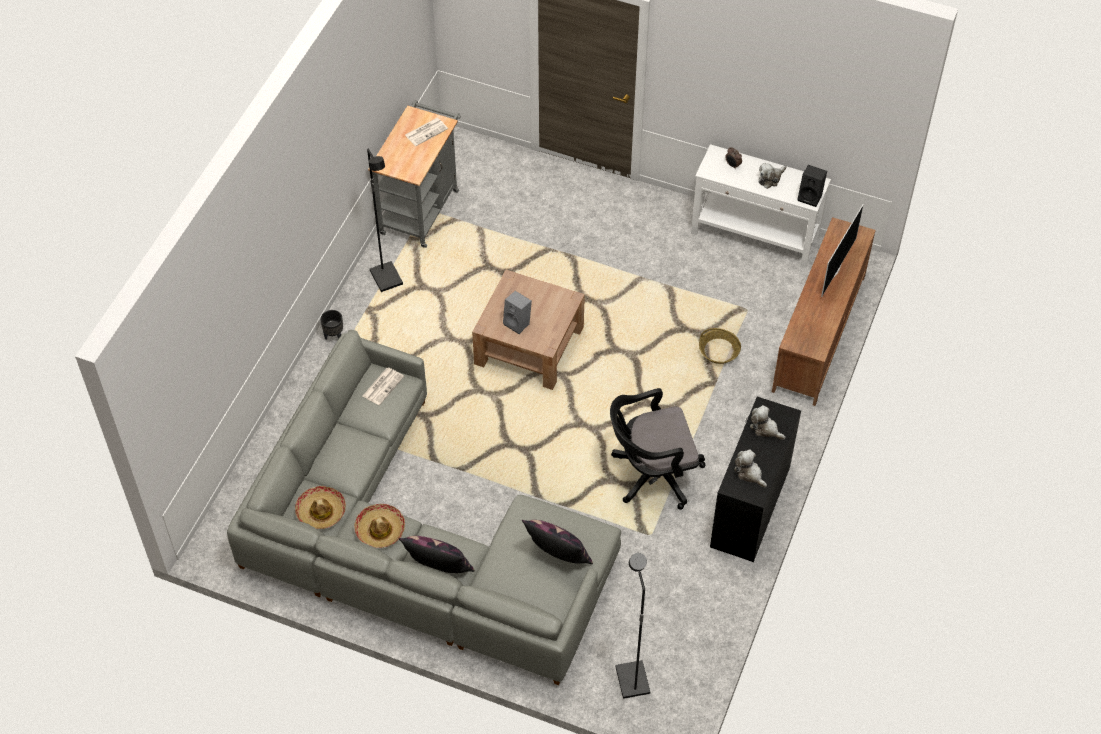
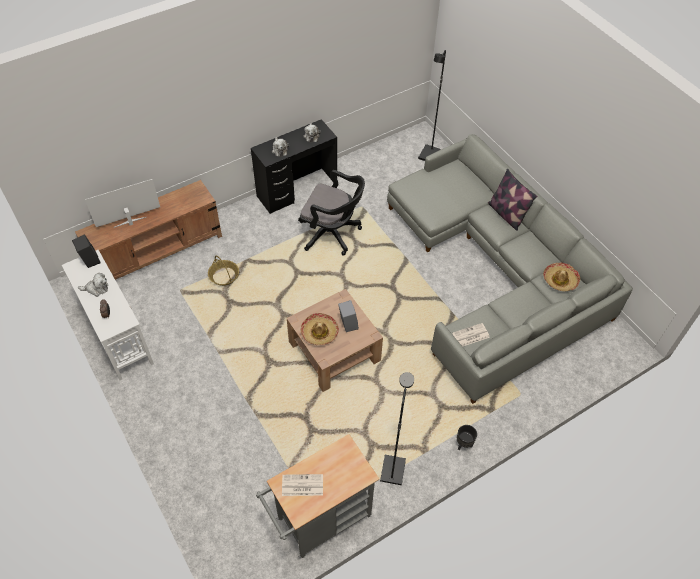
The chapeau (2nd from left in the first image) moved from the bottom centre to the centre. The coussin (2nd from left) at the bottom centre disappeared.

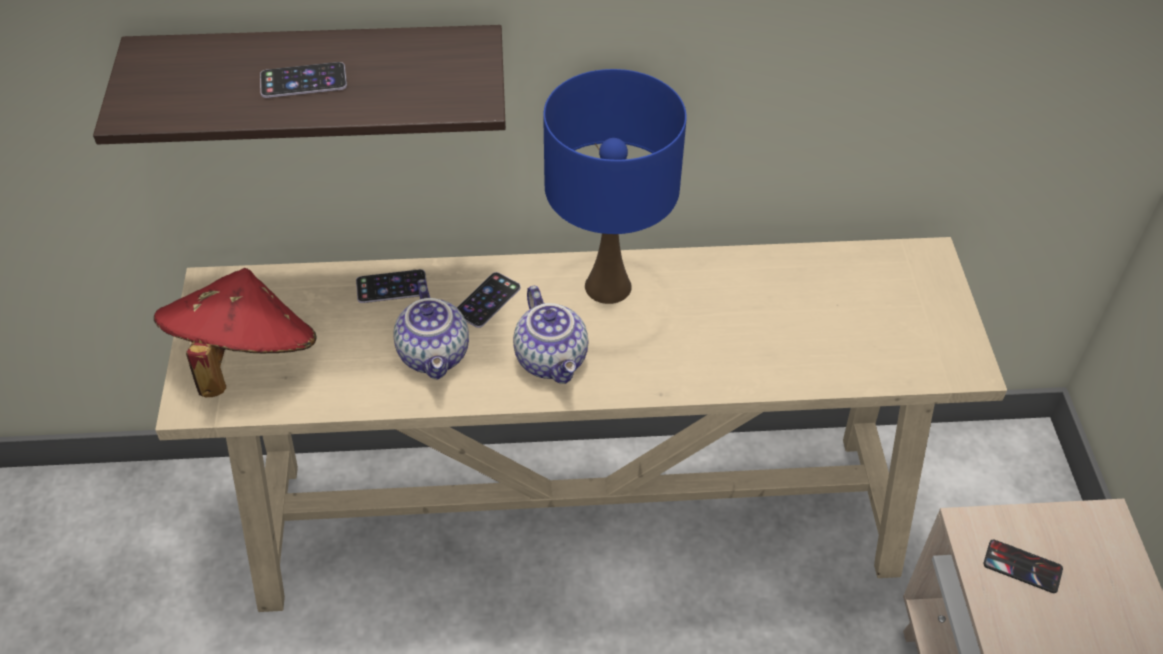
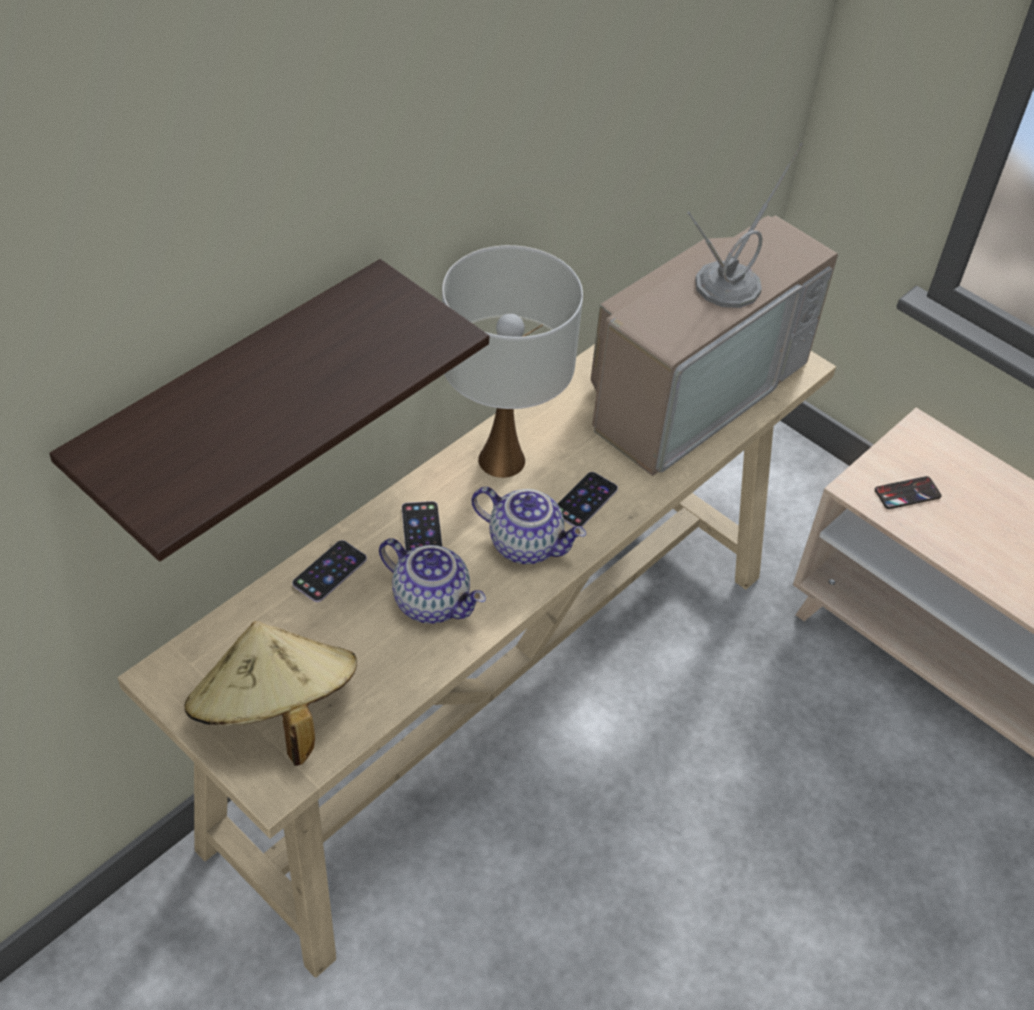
The chapeau (rouge) at the middle left became the chapeau (beige) at the bottom left. The lampe de table (bleu) at the top centre became the lampe de table (blanc) at the centre. The téléphone (1st from left in the first image) moved from the top left to the centre. The téléviseur at the top right appeared.

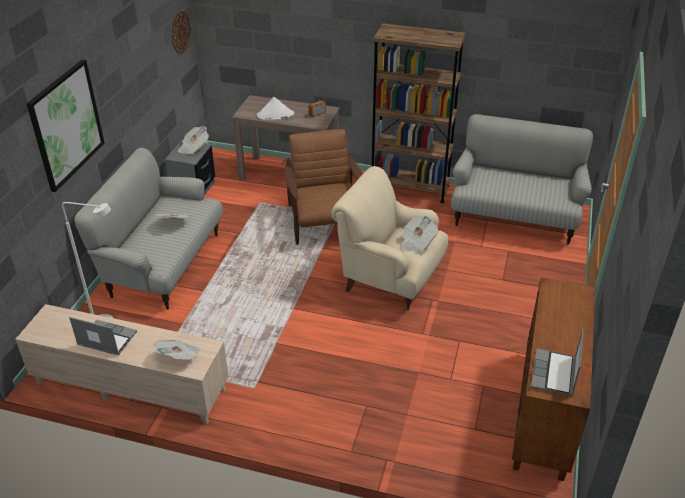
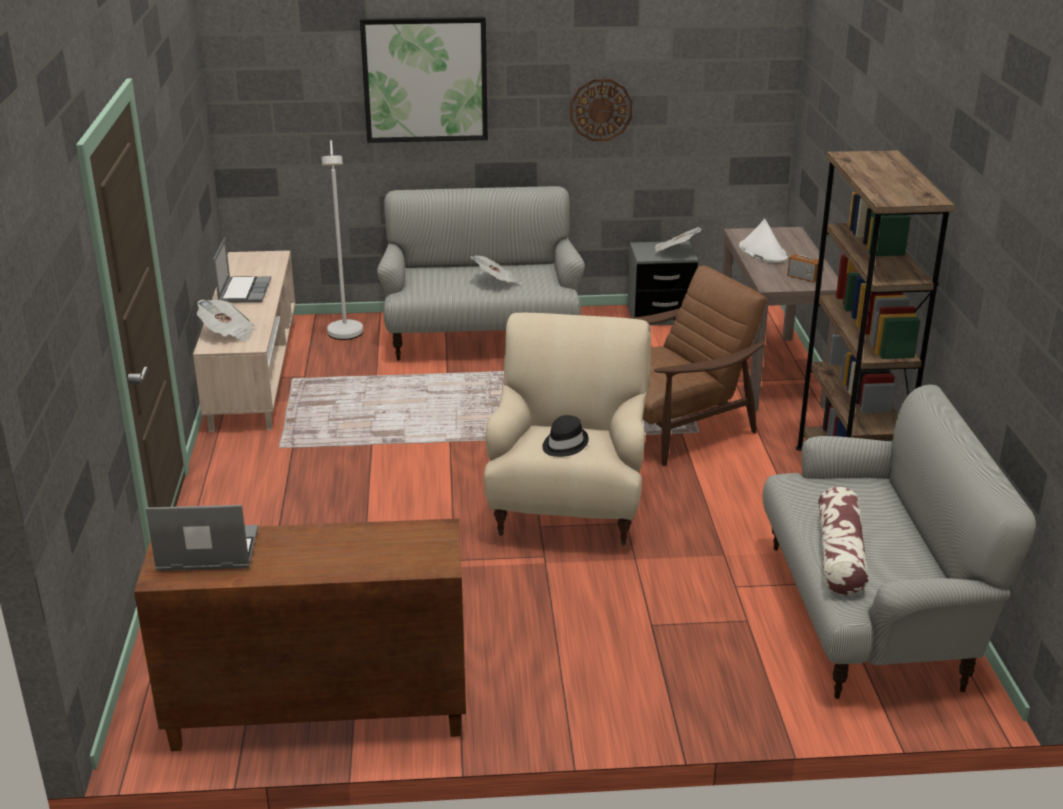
The journal (4th from left) at the centre was replaced by the chapeau (noir) at the centre. The horloge murale moved from the top left to the top centre. The coussin at the bottom right appeared.

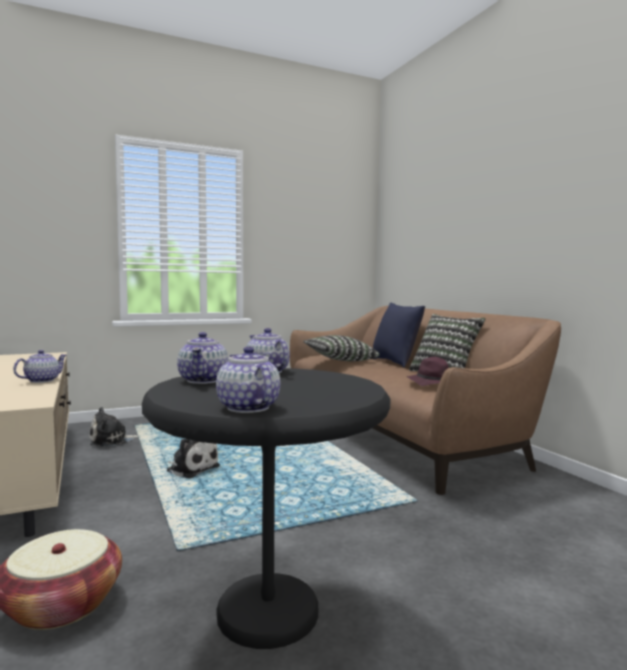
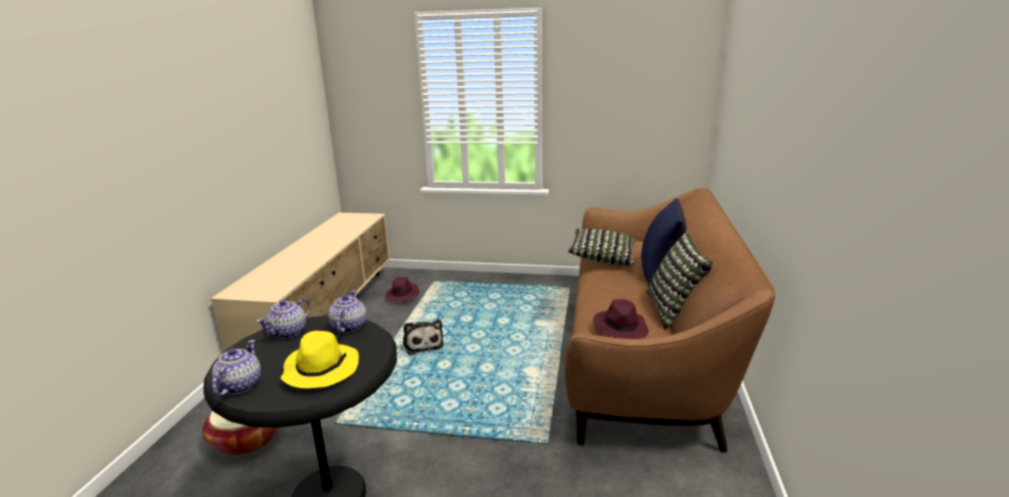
The chapeau (jaune) at the bottom left appeared. The peluche (1st from left) at the middle left was replaced by the chapeau (violet) (1st from left) at the centre. The théière (1st from left) at the middle left disappeared.

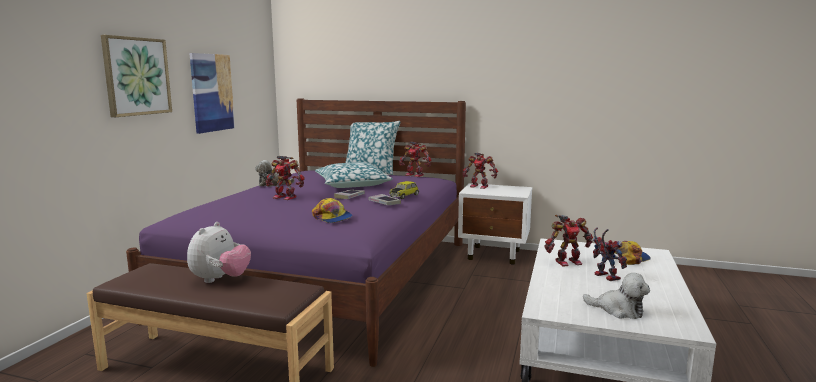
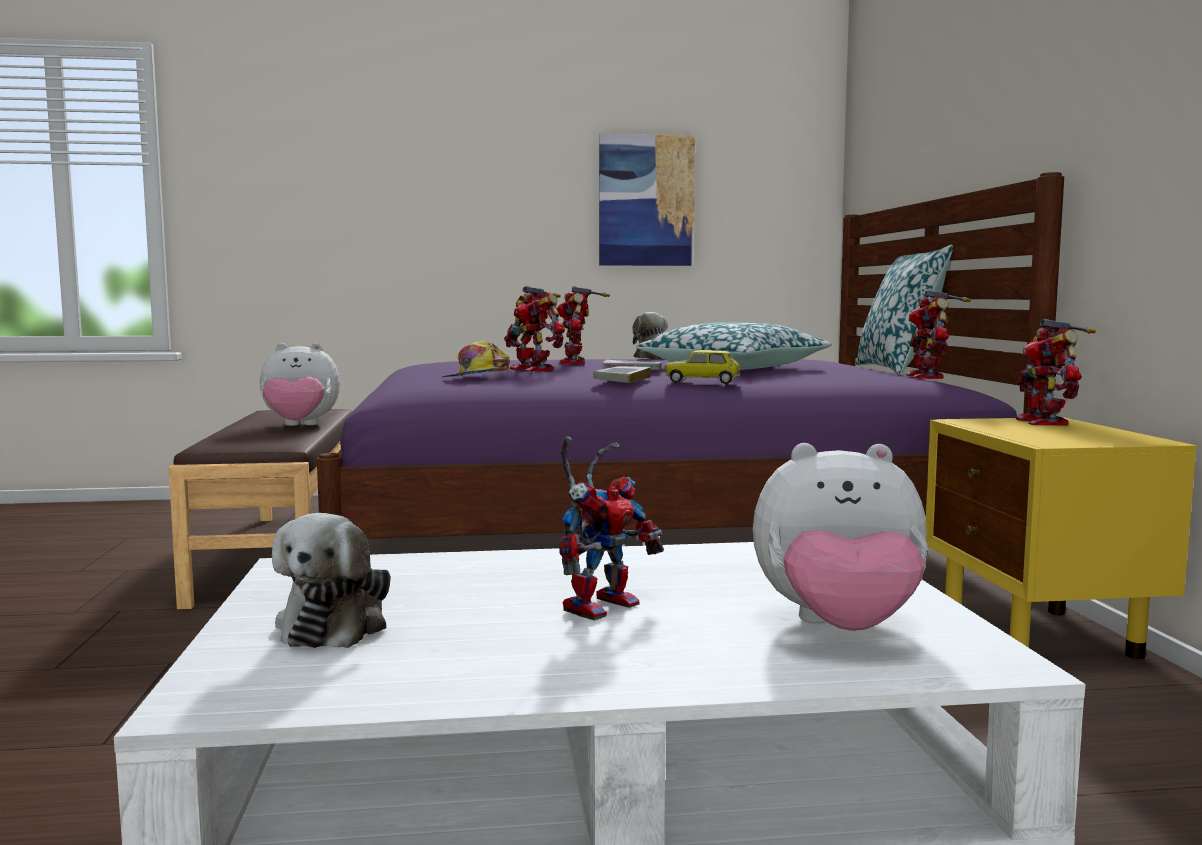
The robot jouet (4th from left in the first image) moved from the middle right to the centre. The casquette (2nd from left) at the middle right was replaced by the peluche (4th from left) at the middle right. The table de chevet (blanc) at the centre became the table de chevet (jaune) at the middle right. The tableau (1st from left) at the top left disappeared.

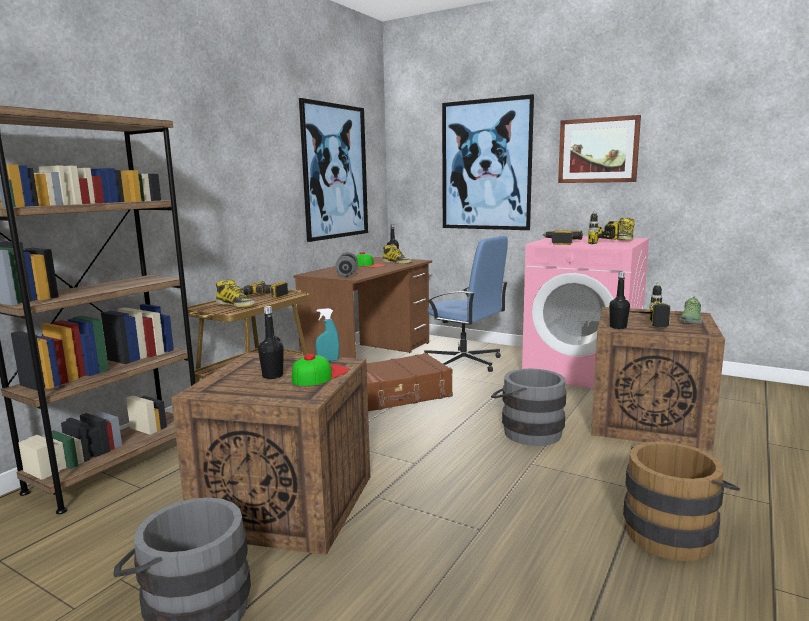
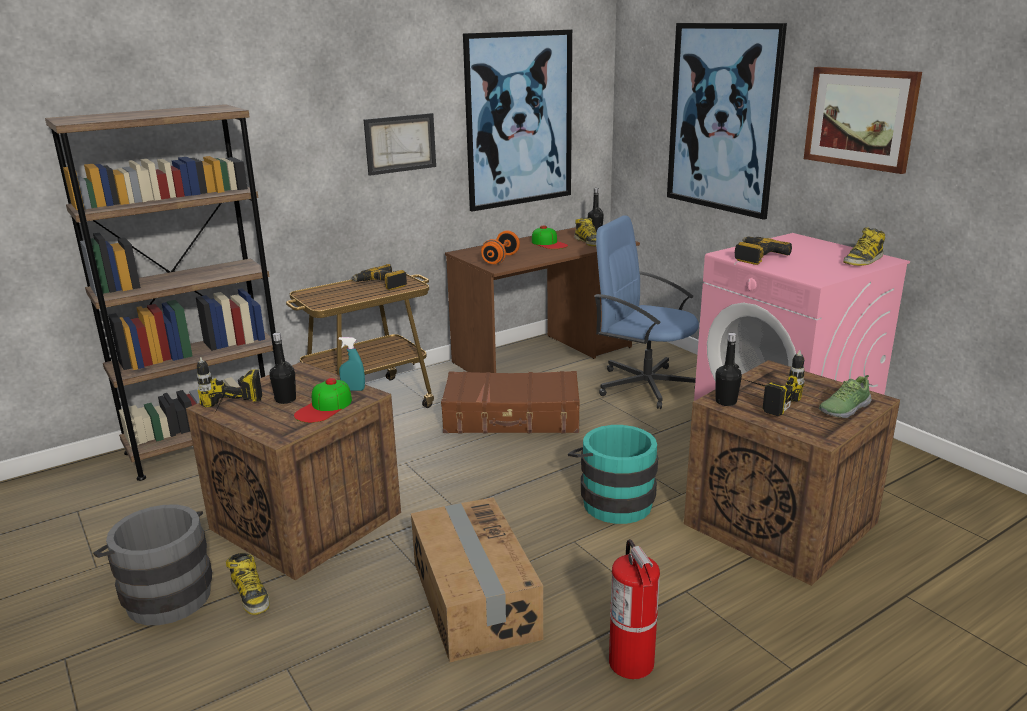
The perceuse (3rd from left in the first image) moved from the middle right to the middle left. The botte (1st from left) moved from the middle left to the bottom left. The casquette (1st from left) at the centre turned 150 degrees clockwise. The tableau (1st from left) at the top centre appeared. The carton at the bottom centre appeared. The haltère (gris) at the centre became the haltère (orange) at the centre. The seau (gris) (2nd from left) at the centre became the seau (turquoise) at the bottom centre. The chaise de bureau (bleu) at the centre turned 150 degrees clockwise. The seau (marron) at the bottom right was replaced by the extincteur at the bottom centre.

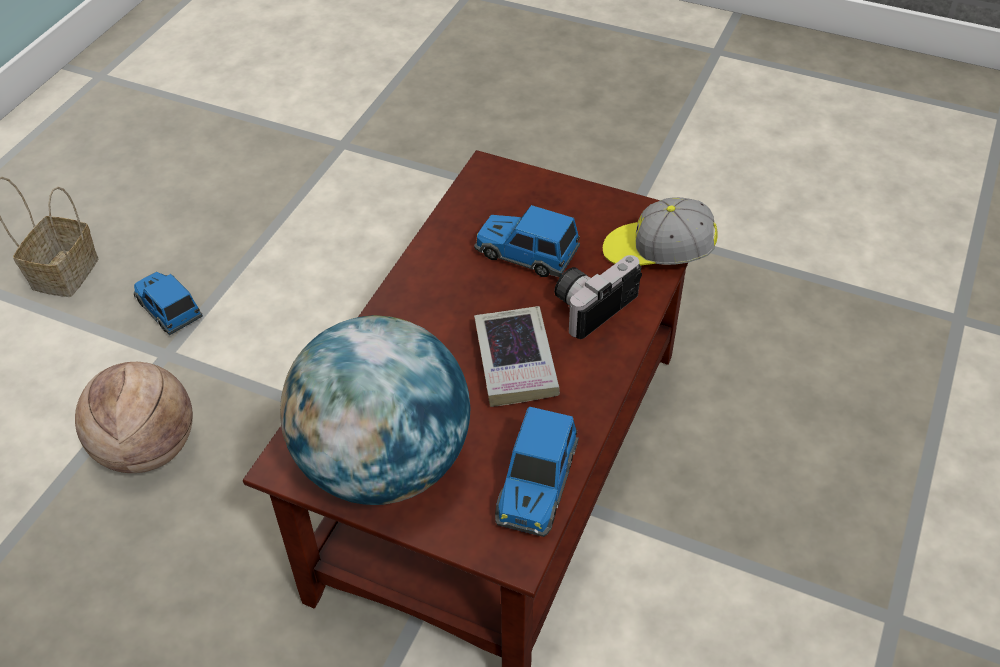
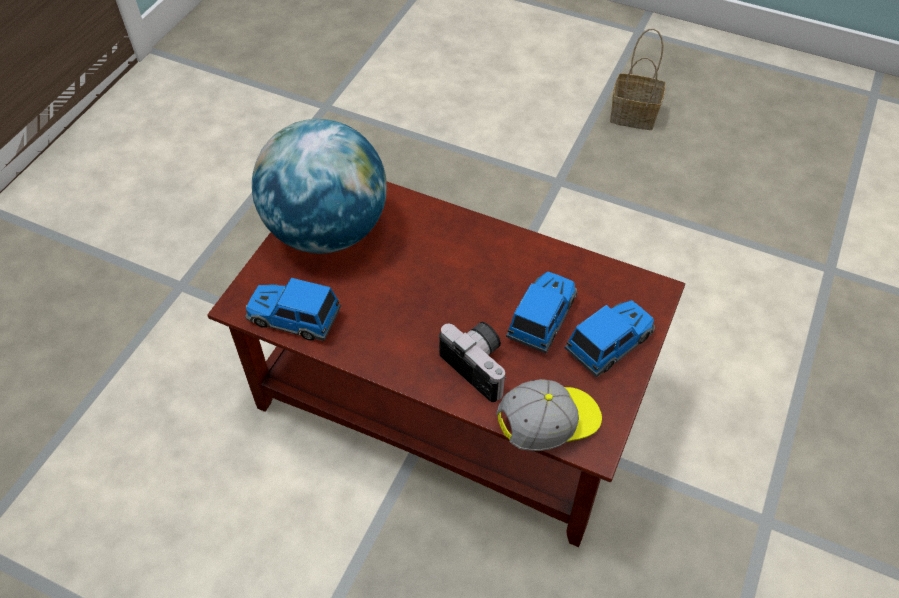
The casquette at the centre turned 60 degrees clockwise. The petite voiture (1st from left in the first image) moved from the middle left to the middle right. The ballon de basket at the middle left disappeared. The livre at the centre disappeared.

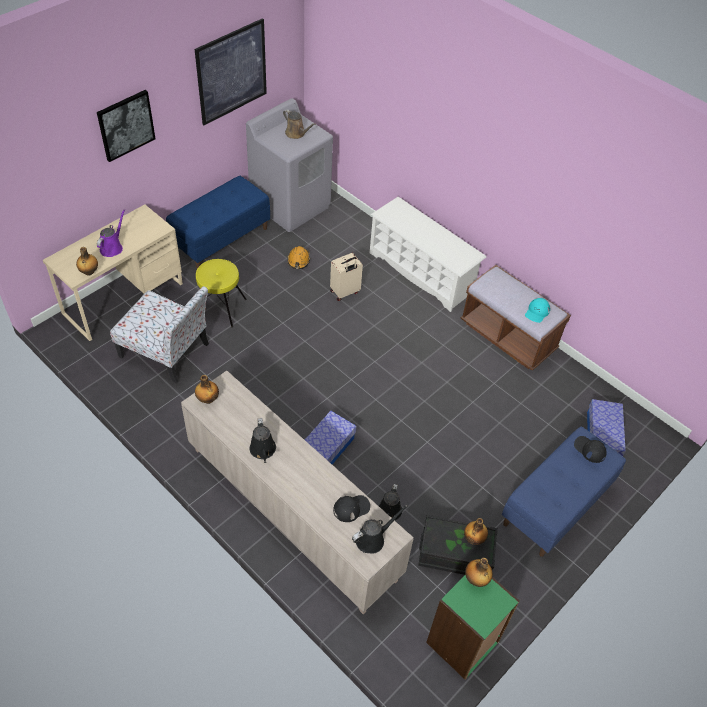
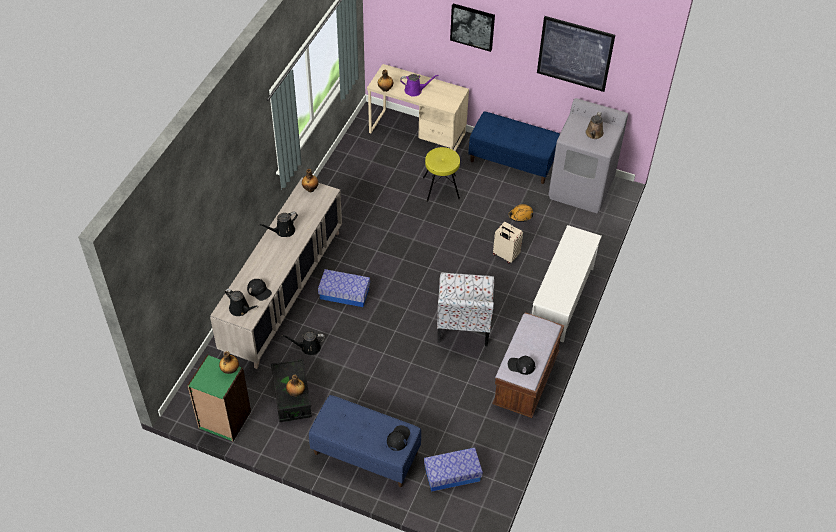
The chaise moved from the middle left to the centre. The casquette (turquoise) at the middle right became the casquette (noir) (3rd from left) at the bottom centre.

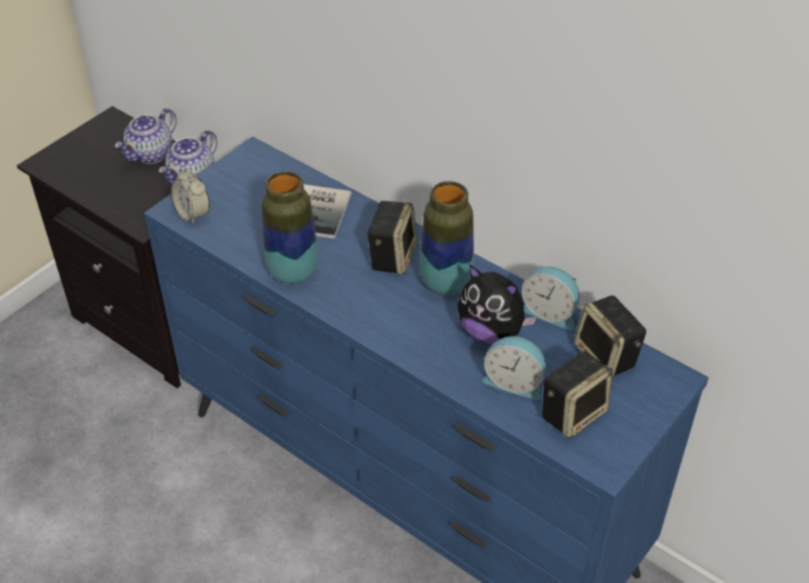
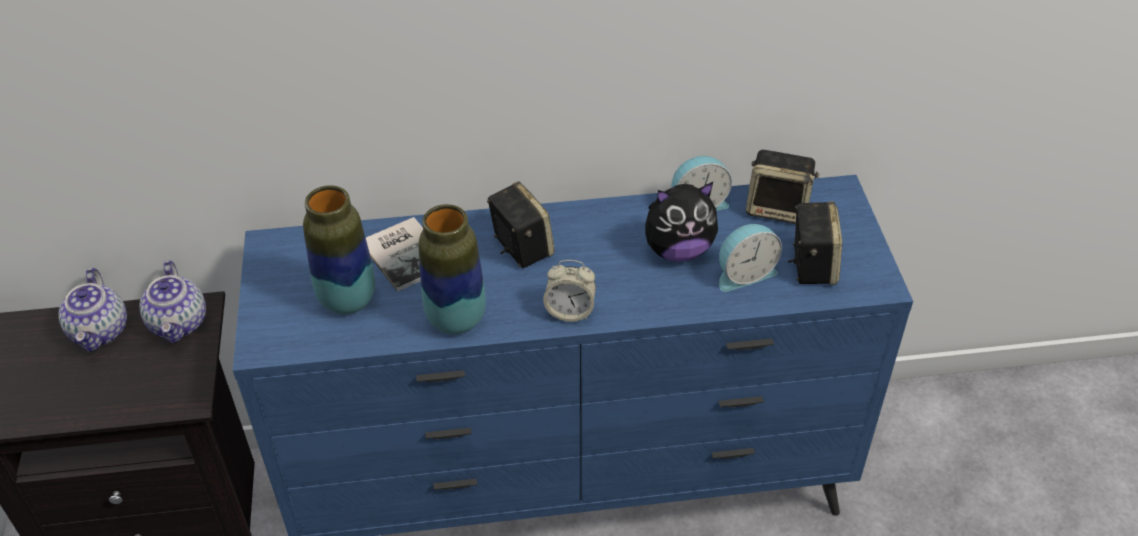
The vase (2nd from left in the first image) moved from the centre to the middle left. The réveil (1st from left) moved from the middle left to the centre.

